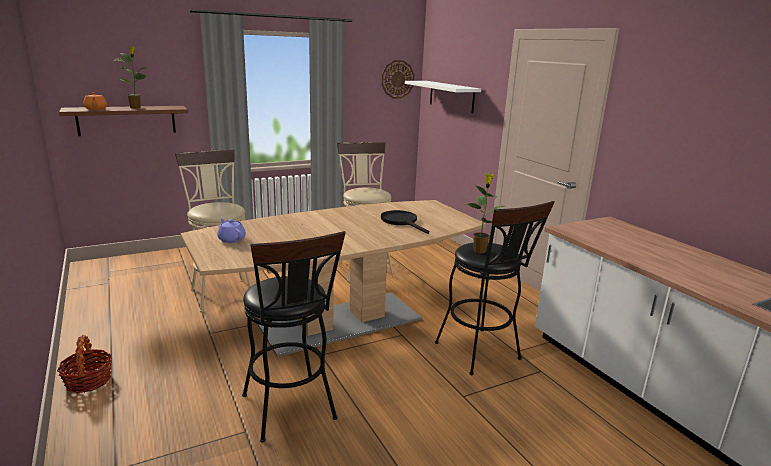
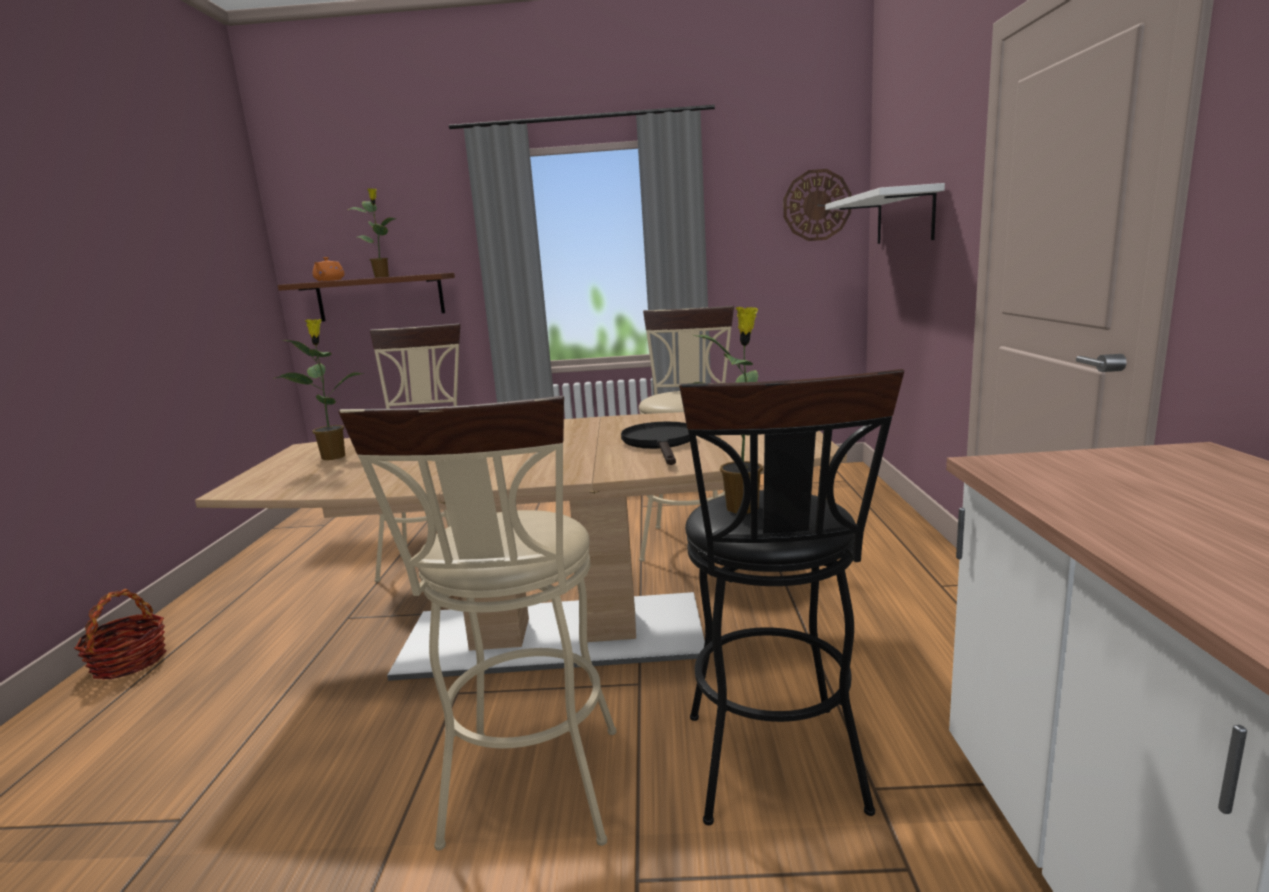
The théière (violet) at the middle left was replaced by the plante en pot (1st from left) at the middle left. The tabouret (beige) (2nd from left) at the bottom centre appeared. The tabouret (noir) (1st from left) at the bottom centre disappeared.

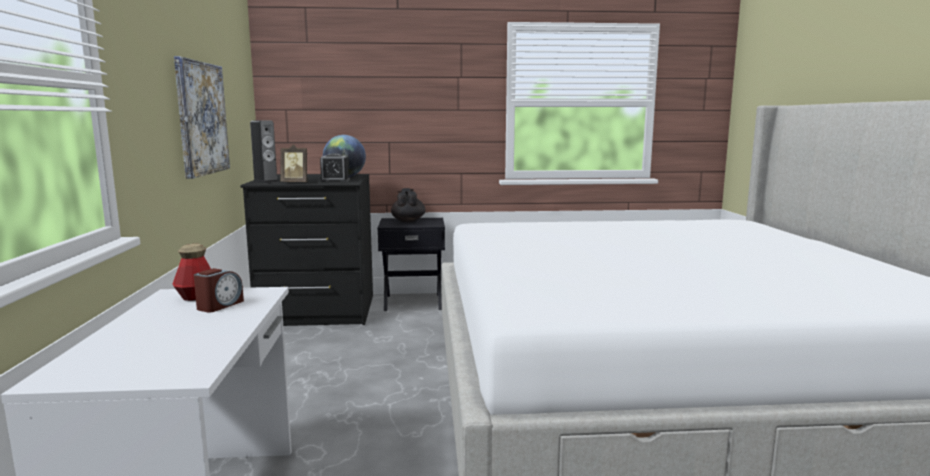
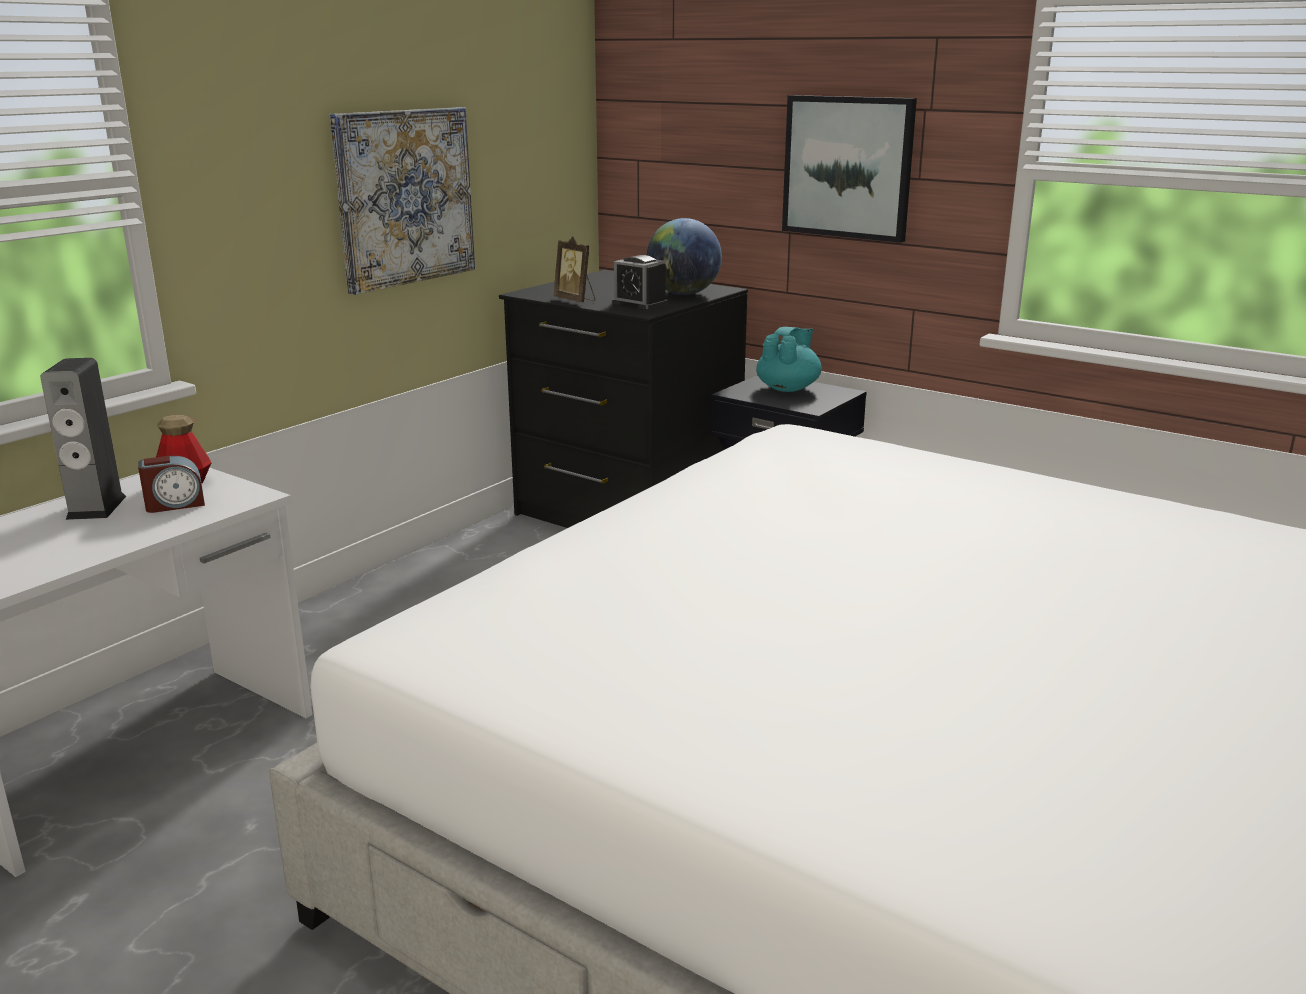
The enceinte moved from the top left to the middle left. The théière (noir) at the centre became the théière (turquoise) at the centre. The tableau (2nd from left) at the top centre appeared.

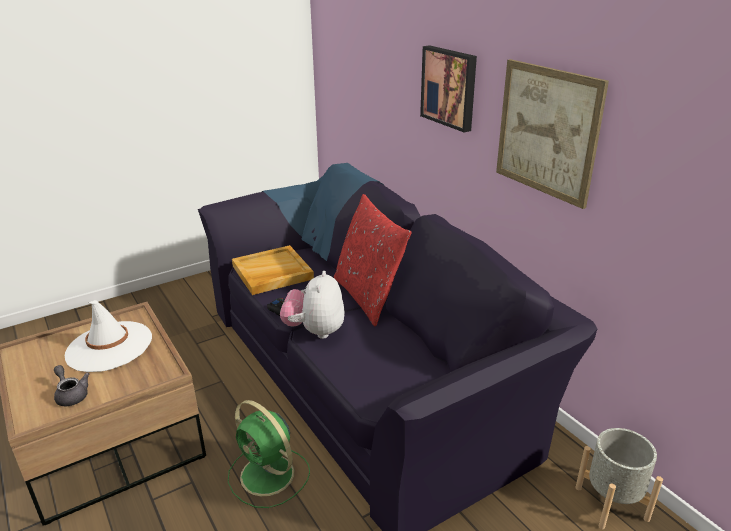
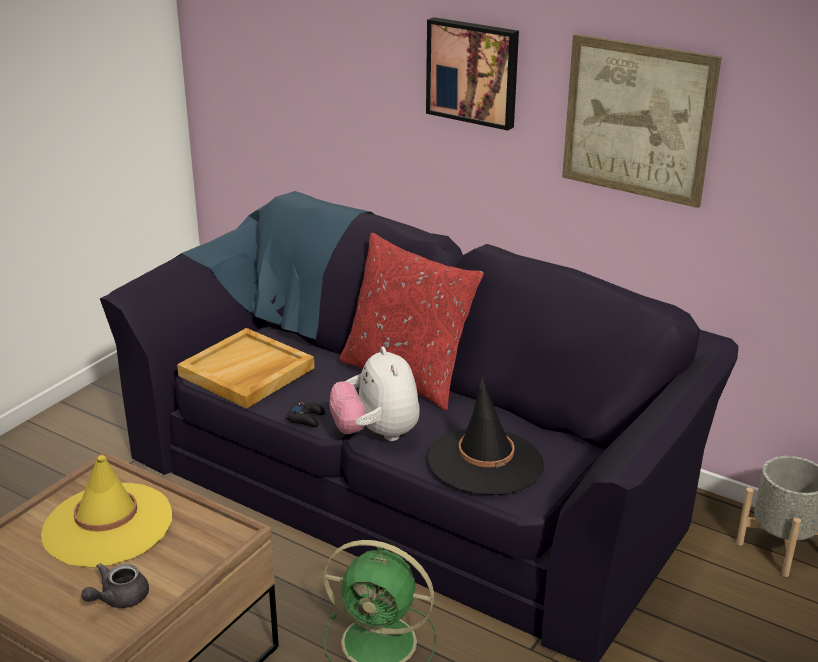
The chapeau (blanc) at the middle left became the chapeau (jaune) at the bottom left. The théière (gris) at the bottom left turned 75 degrees counterclockwise. The chapeau (noir) at the centre appeared.

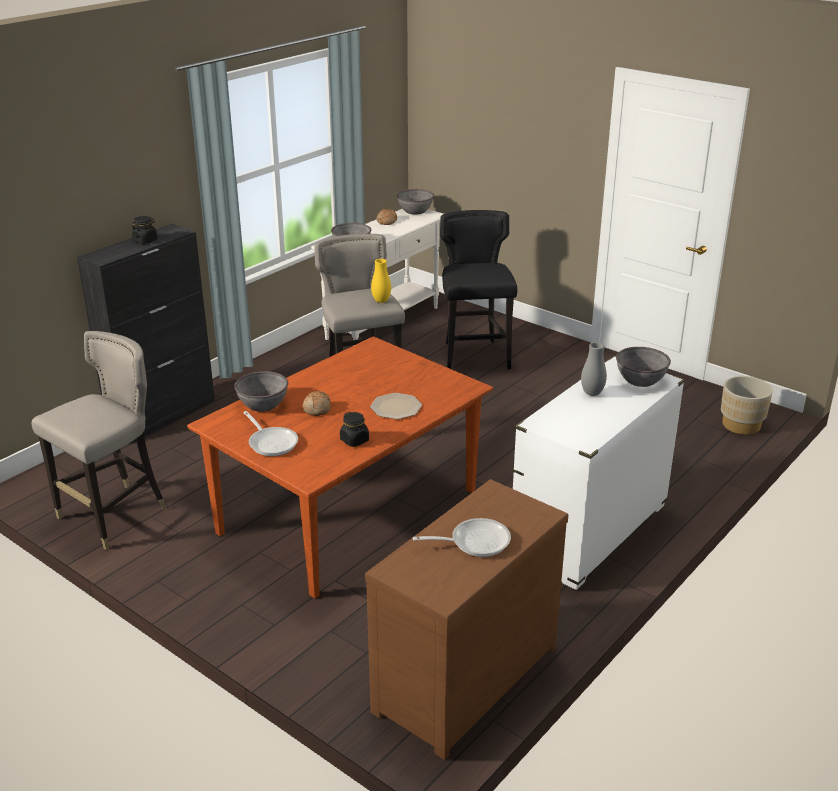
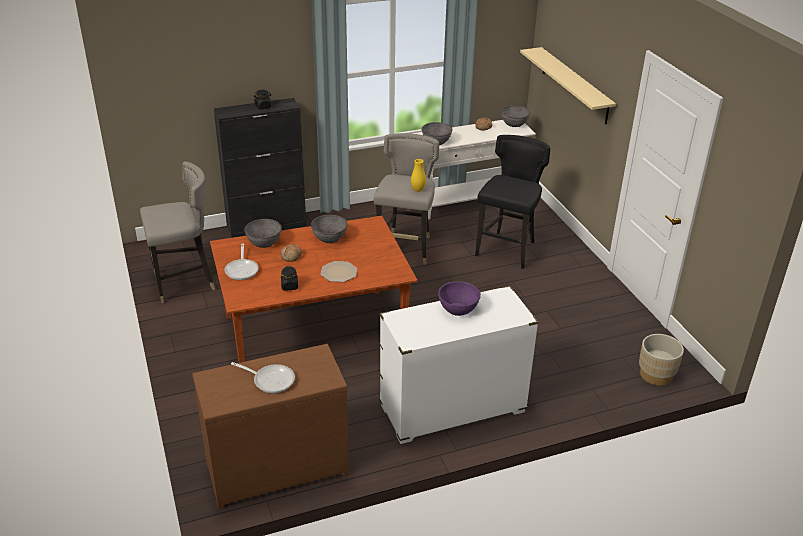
The bol (gris) (4th from left in the first image) moved from the middle right to the centre. The vase (gris) at the middle right was replaced by the bol (violet) at the centre. The étagère (beige) at the top right appeared.

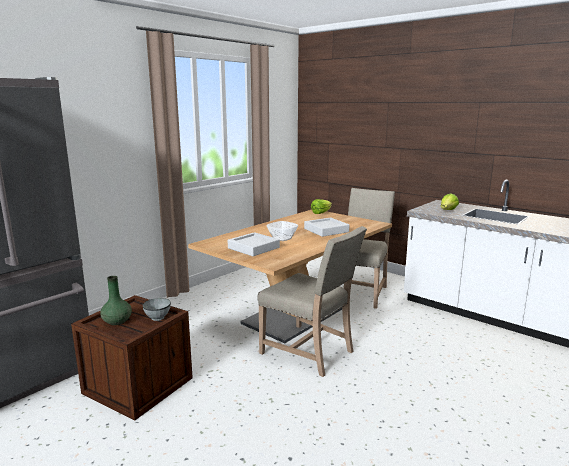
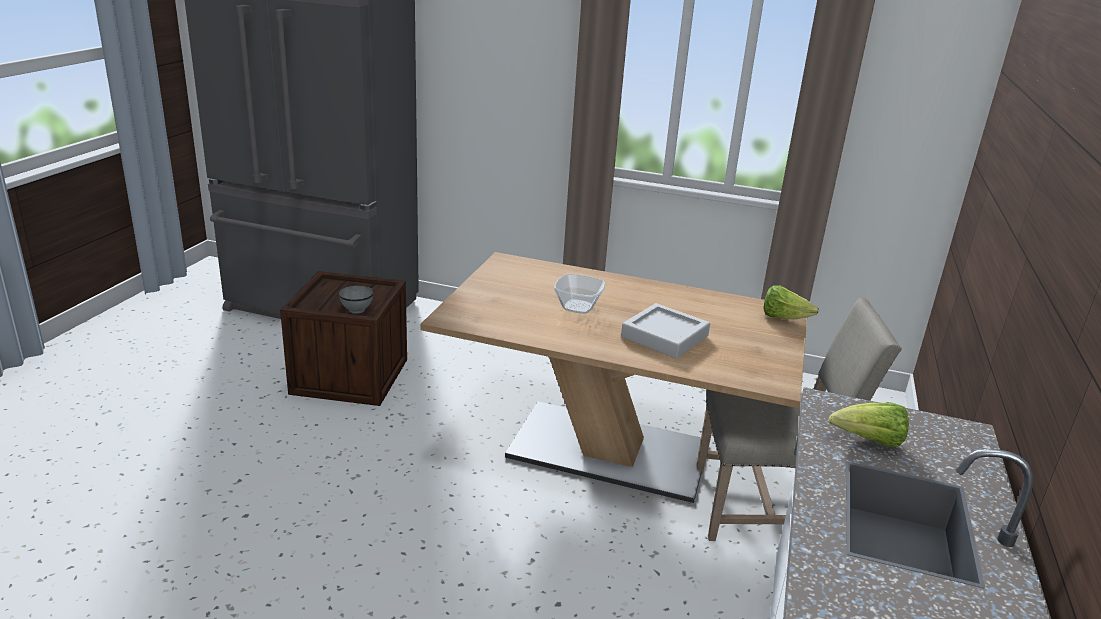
The vase (vert) at the middle left disappeared. The plateau (gris) (1st from left) at the centre disappeared. The chaise (beige) (1st from left) at the centre disappeared.

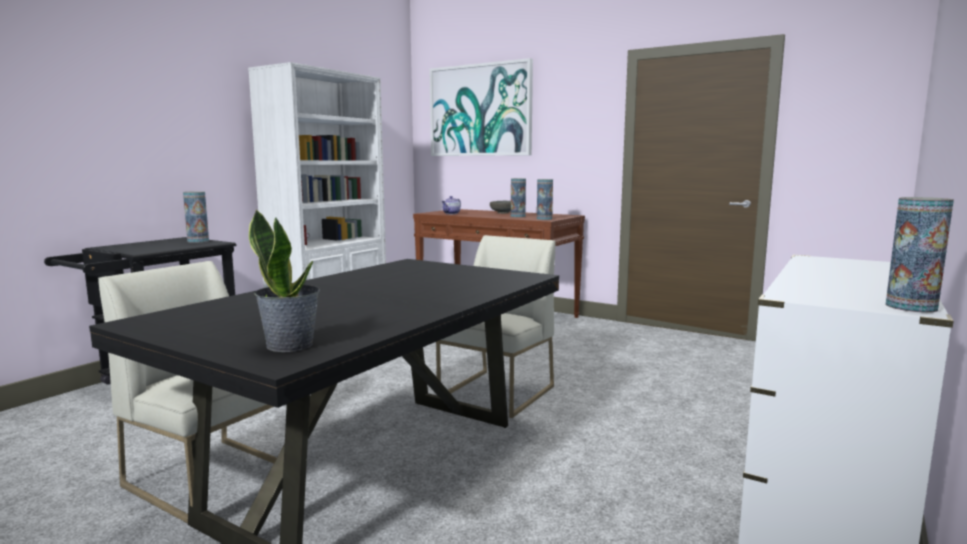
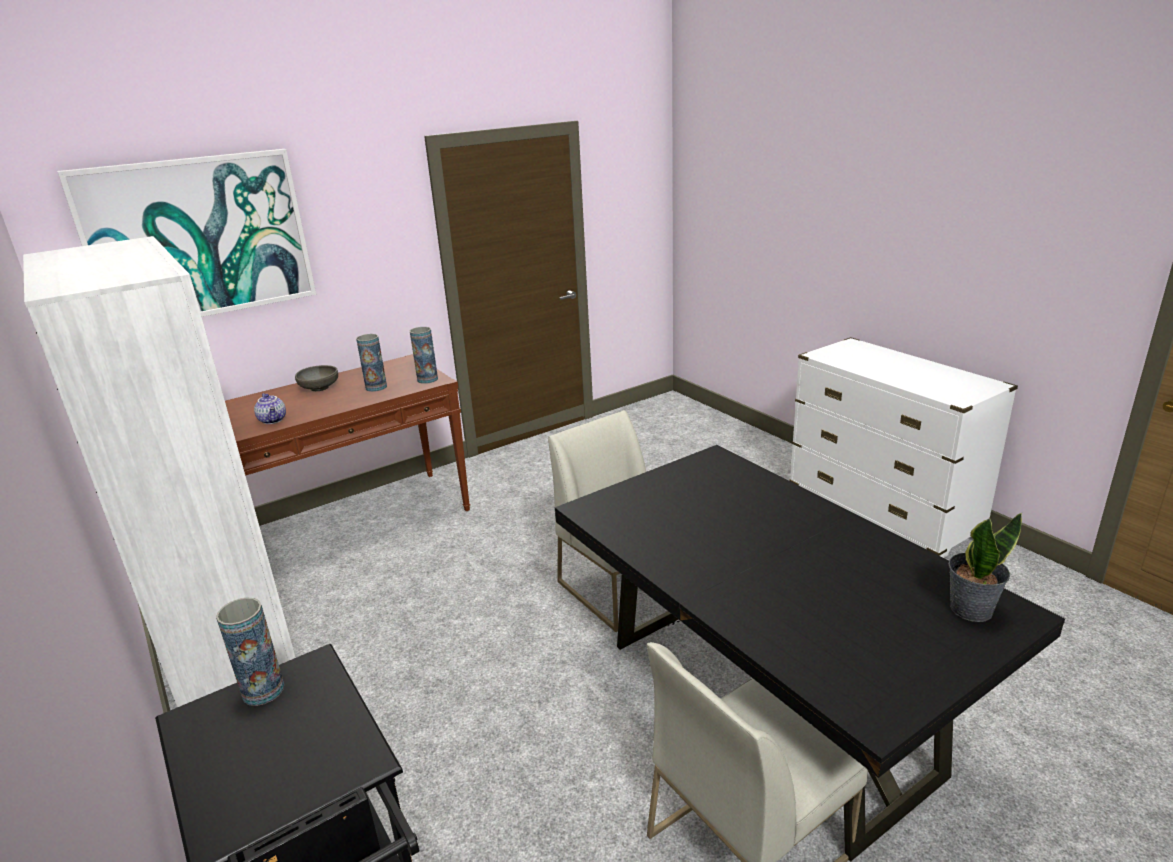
The vase (4th from left) at the middle right disappeared.

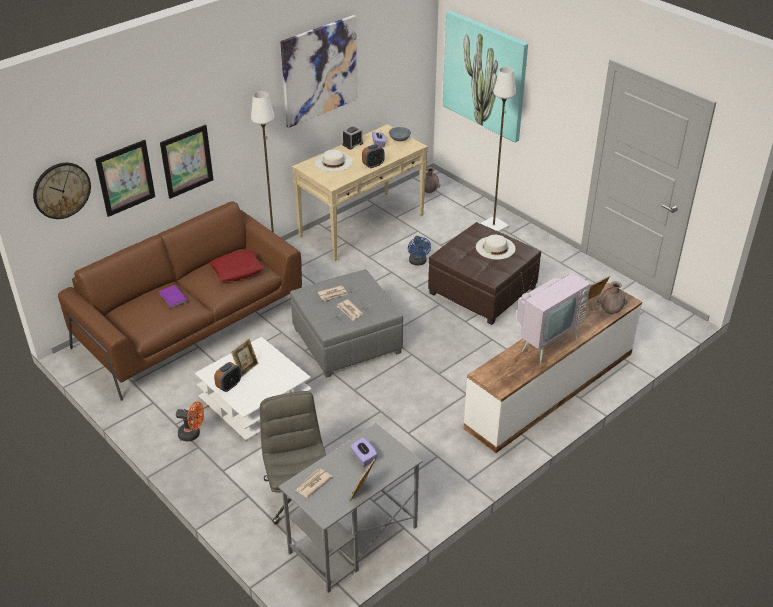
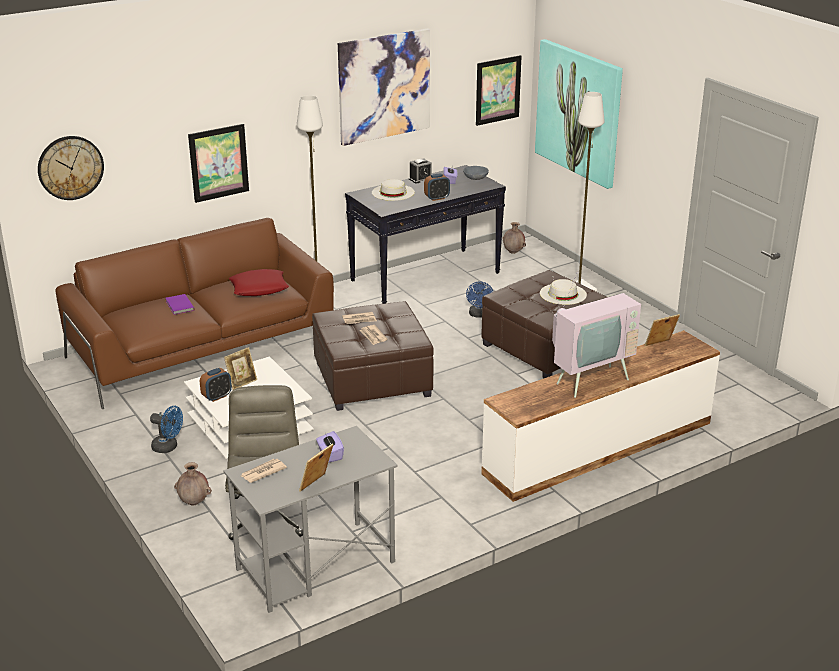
The ventilateur (orange) at the bottom left became the ventilateur (bleu) (1st from left) at the middle left. The vase (marron) (2nd from left in the first image) moved from the middle right to the bottom left. The pouf (gris) at the centre became the pouf (marron) (1st from left) at the centre. The table console (beige) at the top centre became the table console (noir) at the centre. The tableau (1st from left in the first image) moved from the top left to the top centre.

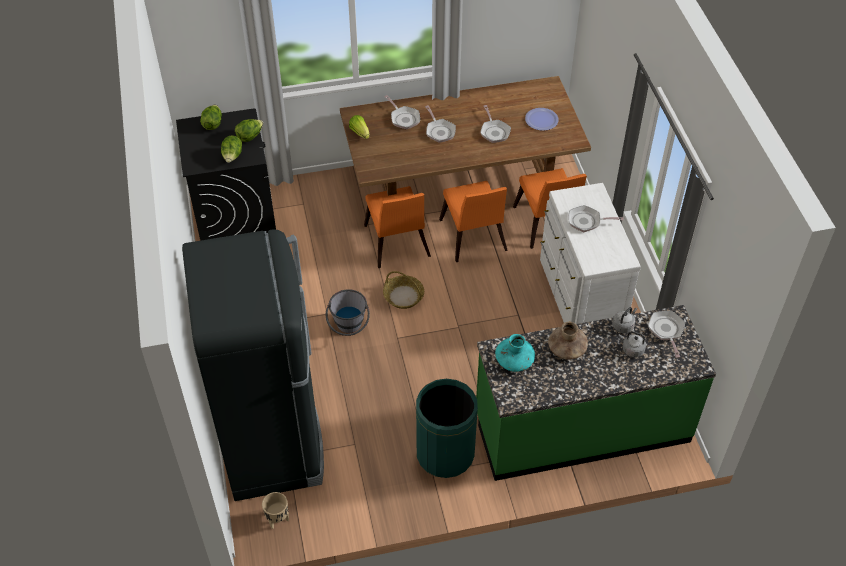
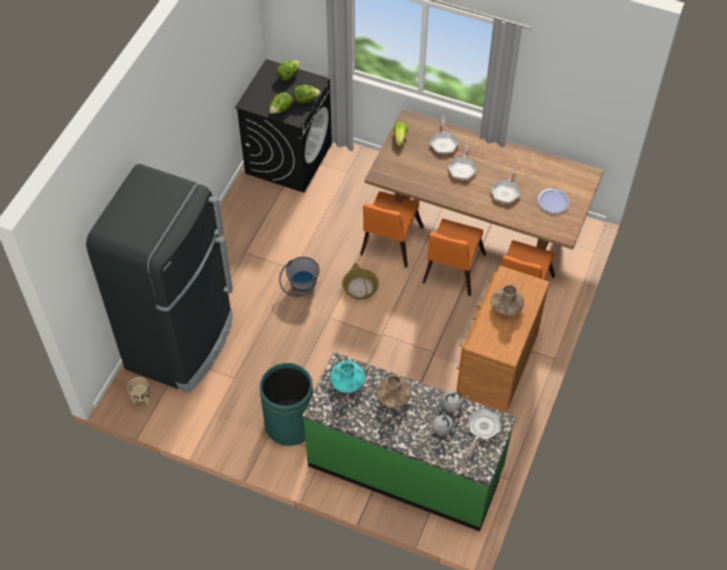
The commode (blanc) at the middle right became the commode (marron) at the middle right. The poêle (4th from left) at the middle right was replaced by the vase (marron) (2nd from left) at the middle right.

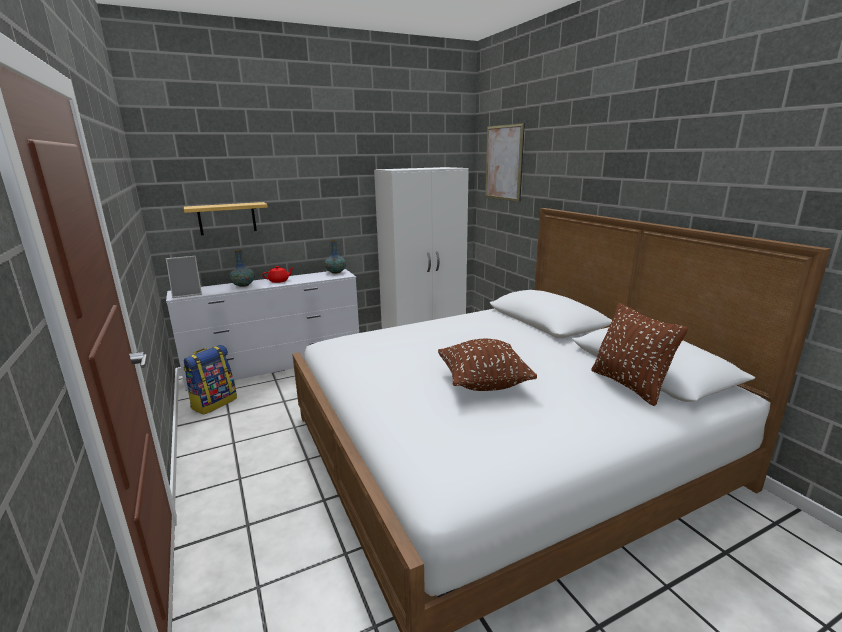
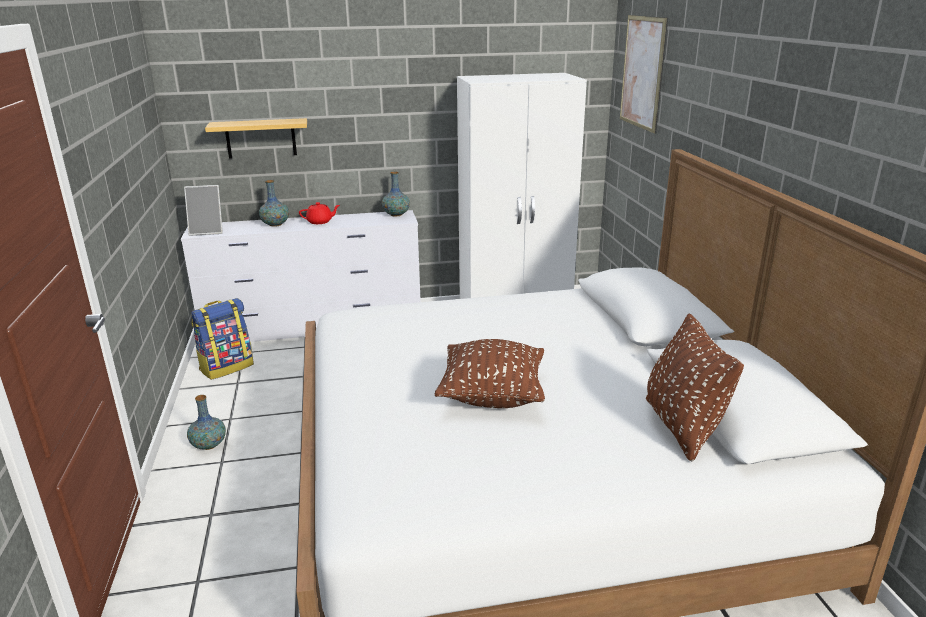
The vase (1st from left) at the bottom left appeared.

